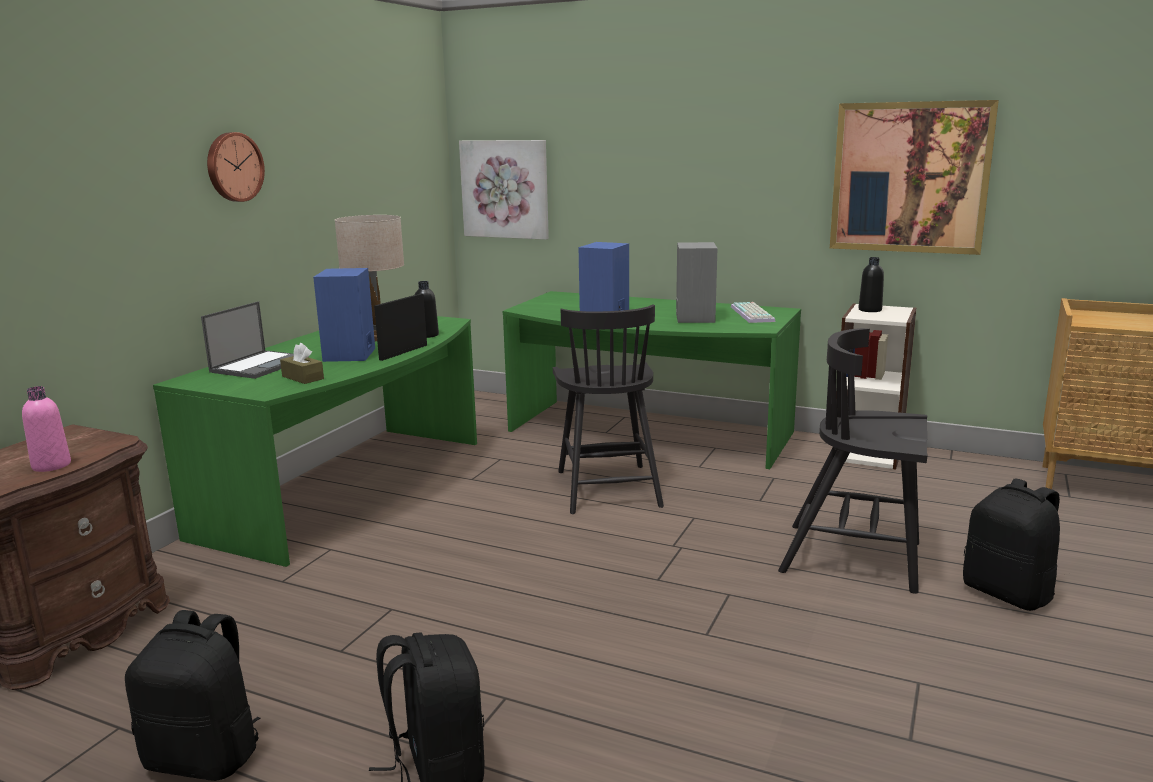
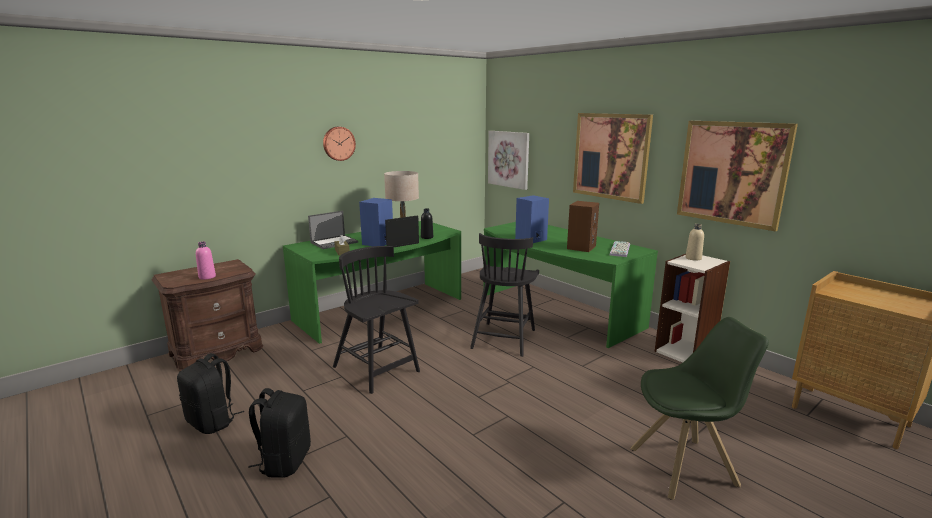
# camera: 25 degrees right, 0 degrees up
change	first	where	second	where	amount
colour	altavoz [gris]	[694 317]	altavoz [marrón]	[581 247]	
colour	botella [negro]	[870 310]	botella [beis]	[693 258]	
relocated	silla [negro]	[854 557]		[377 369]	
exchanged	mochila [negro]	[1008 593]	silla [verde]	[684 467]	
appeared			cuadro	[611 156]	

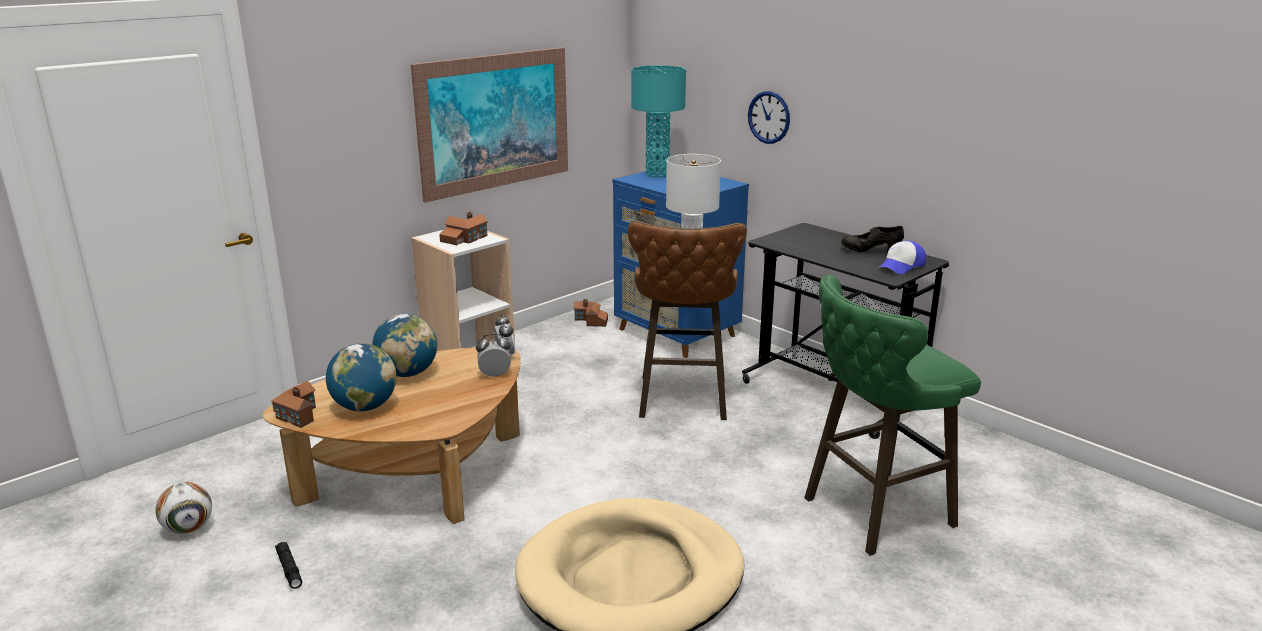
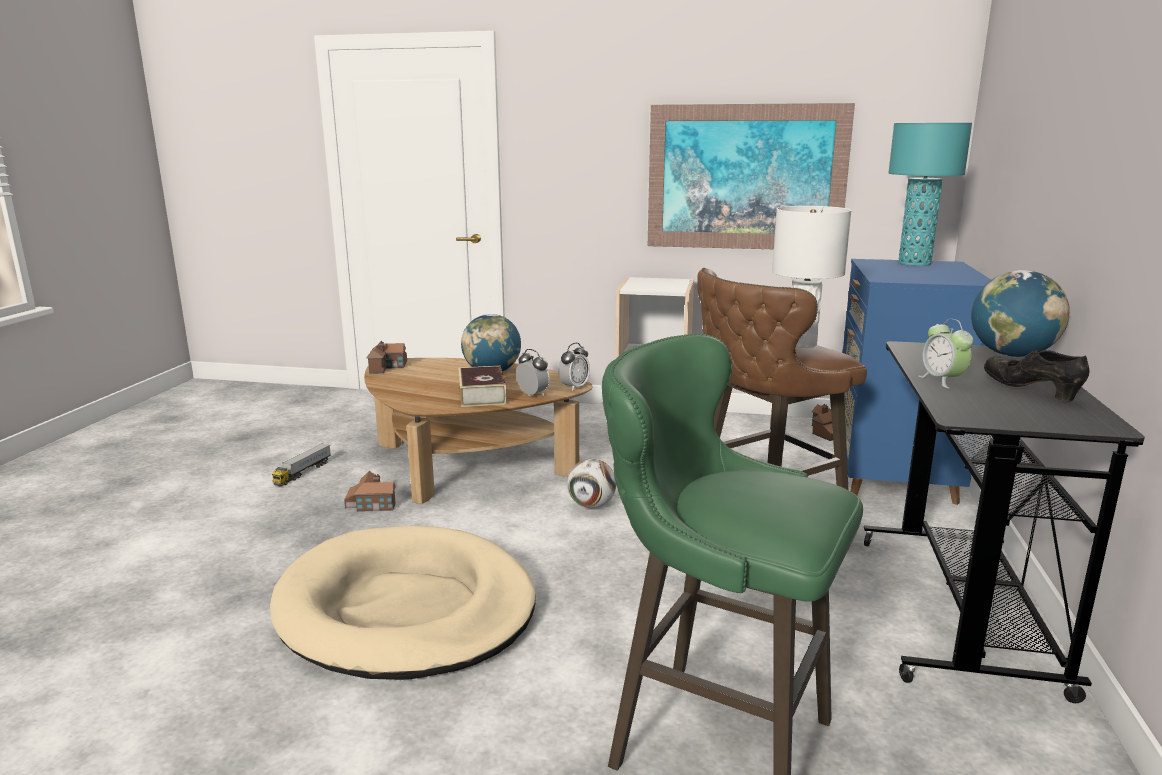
# camera: 55 degrees right, 5 degrees down
change	first	where	second	where	amount
missing	reloj de pared	[769 117]			
relocated	casita	[464 238]		[371 503]	
missing	gorra	[901 266]			
relocated	globo terráqueo	[365 407]		[1011 355]	
relocated	balón de fútbol	[189 529]		[591 505]	
exchanged	linterna [negro]	[289 569]	camión de juguete	[303 473]	
appeared			despertador	[942 381]	
appeared			libro	[482 395]	

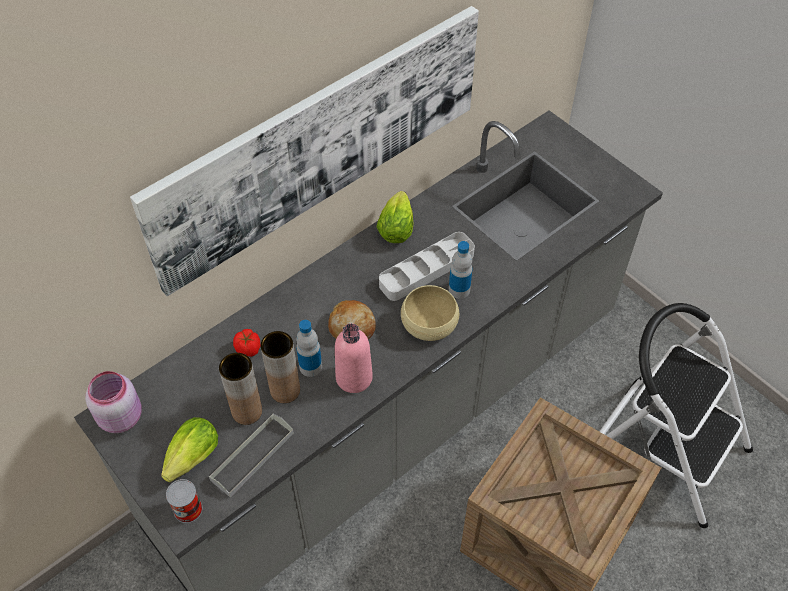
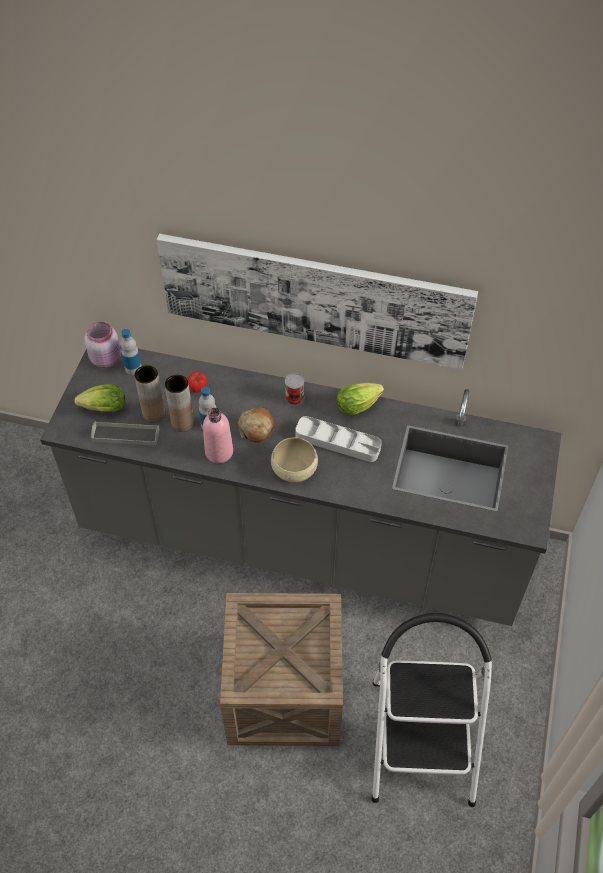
# camera: 55 degrees right, 0 degrees up
change	first	where	second	where	amount
relocated	botella	[459 290]		[133 368]	
relocated	lata	[188 509]		[294 397]	

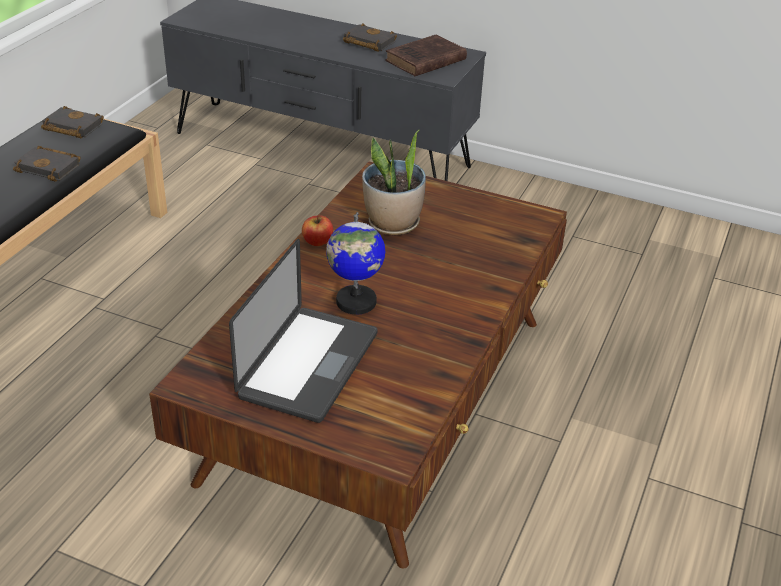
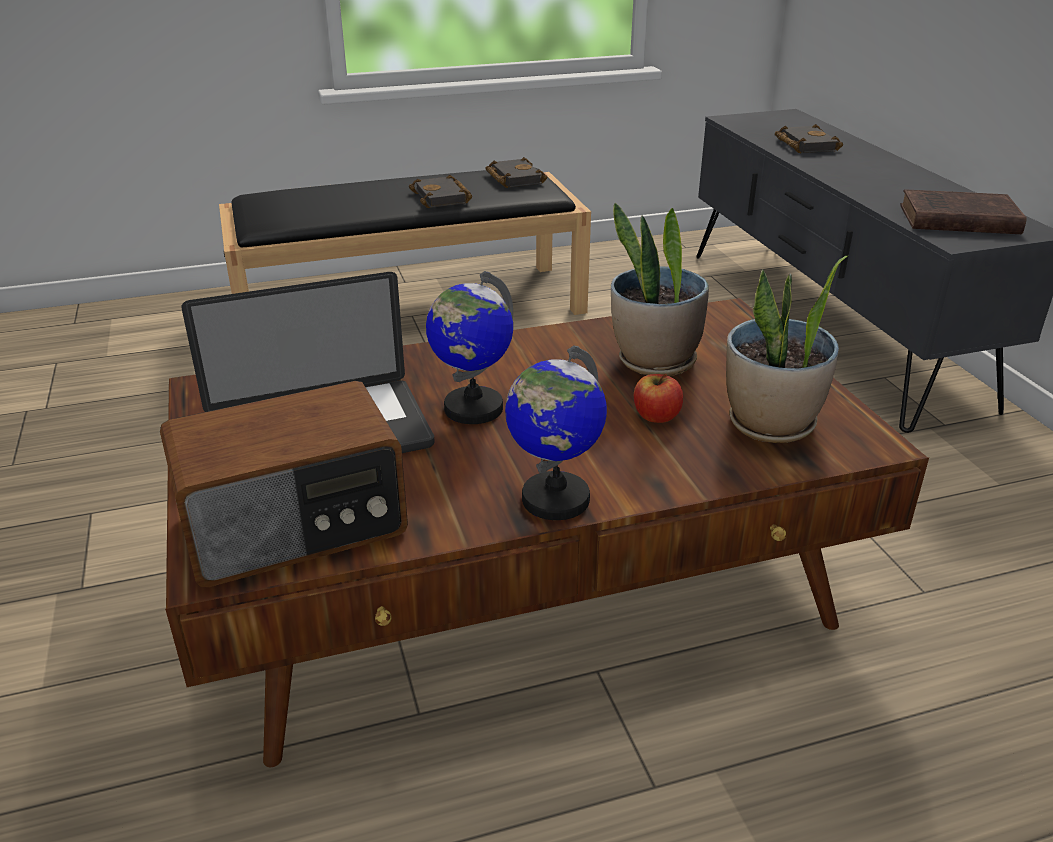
# camera: 50 degrees right, 5 degrees down
change	first	where	second	where	amount
relocated	libro [negro]	[367 42]		[804 145]	
relocated	manzana	[317 241]		[656 416]	
appeared			planta en maceta	[770 425]	
appeared			globo terráqueo	[554 499]	
appeared			radio	[295 526]	

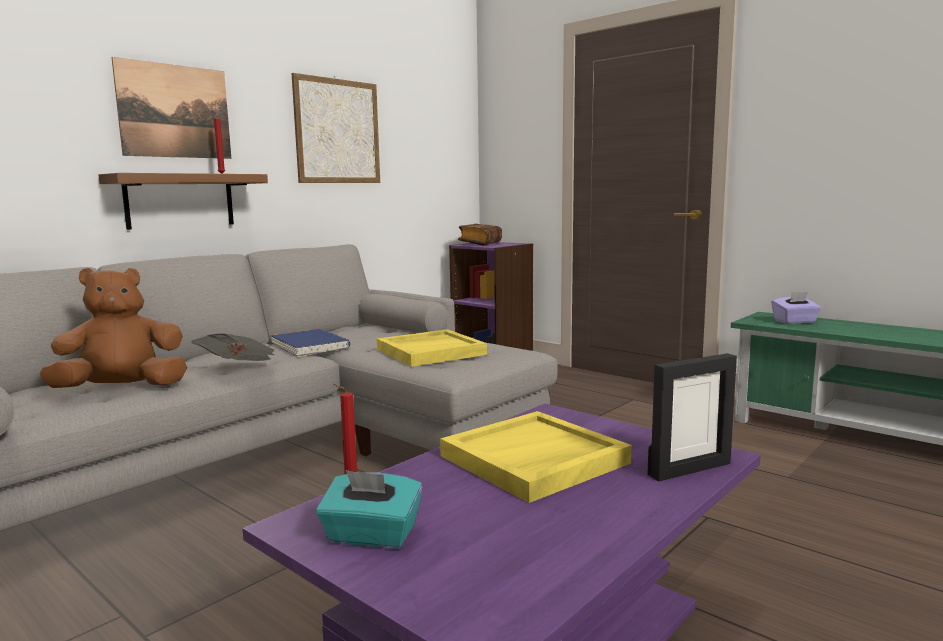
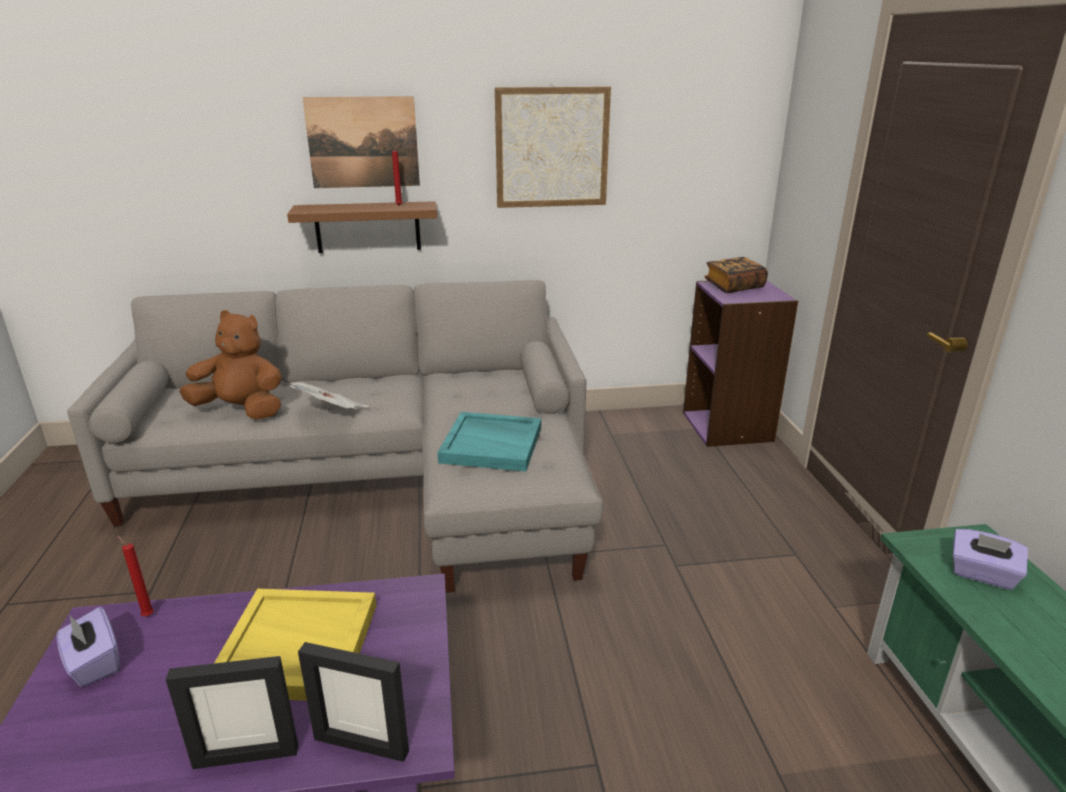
# camera: 40 degrees right, 15 degrees up
change	first	where	second	where	amount
missing	libro [azul]	[310 346]			
colour	bandeja [amarillo]	[431 351]	bandeja [turquesa]	[492 444]	
colour	caja de pañuelos [turquesa]	[371 536]	caja de pañuelos [morado]	[94 663]	
appeared			portarretratos	[246 754]	

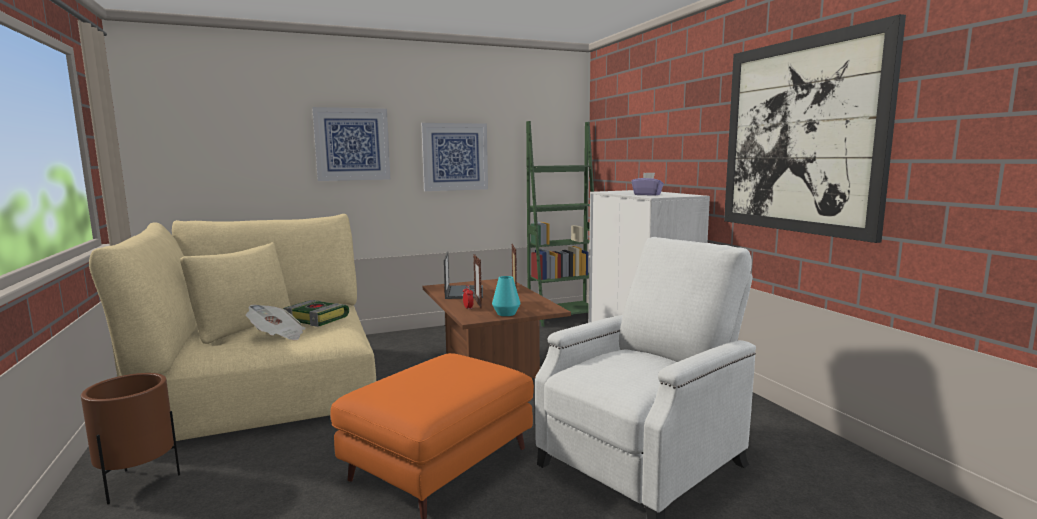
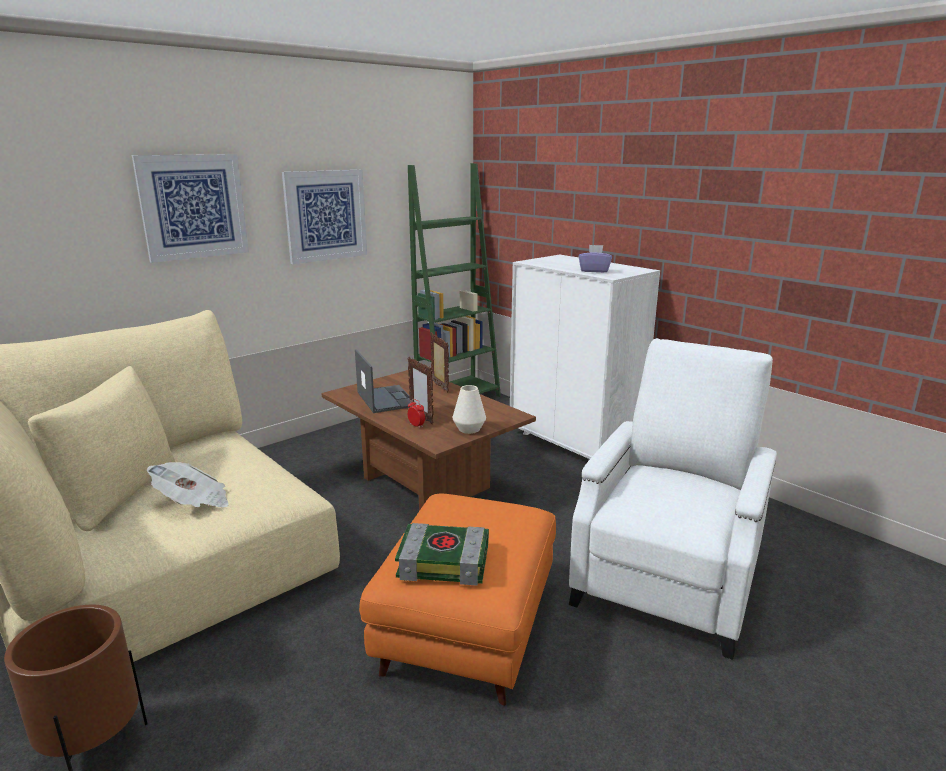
# camera: 20 degrees left, 10 degrees up
change	first	where	second	where	amount
missing	cuadro	[801 136]			
colour	florero [turquesa]	[506 313]	florero [blanco]	[469 429]	
relocated	libro	[318 319]		[445 561]	

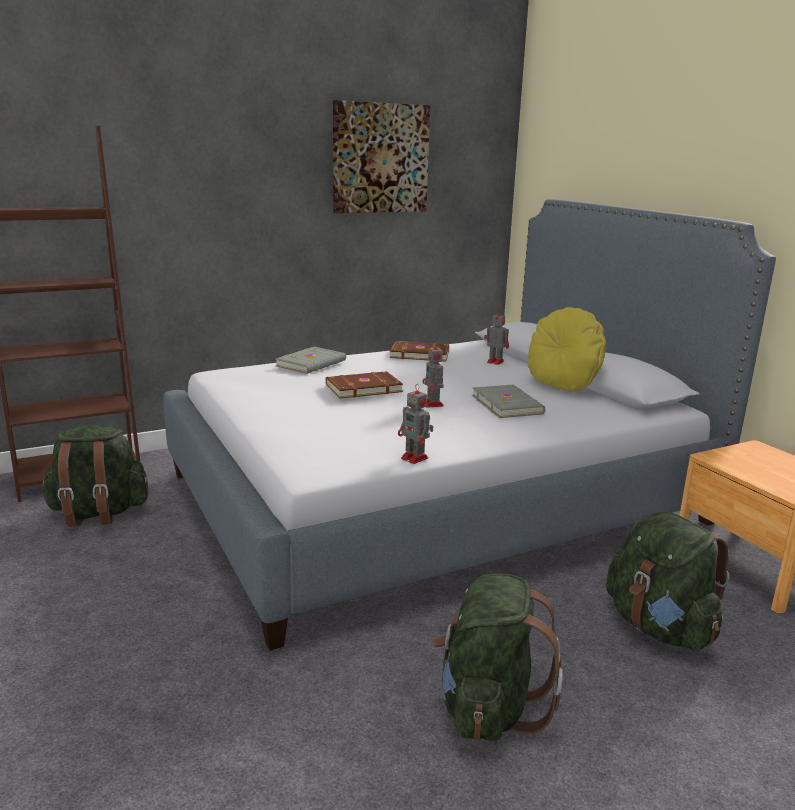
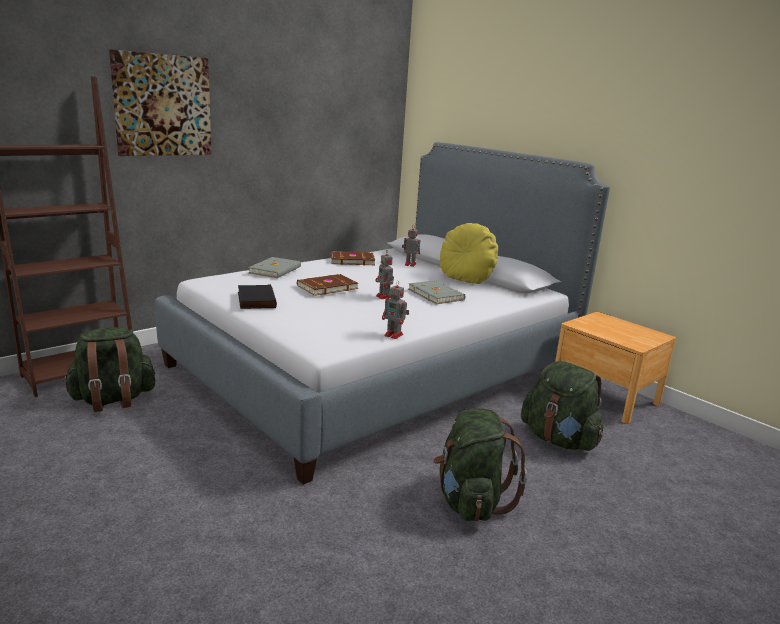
# camera: 15 degrees left, 0 degrees up
change	first	where	second	where	amount
relocated	cuadro	[380 158]		[162 105]	
appeared			libro [negro]	[255 300]	

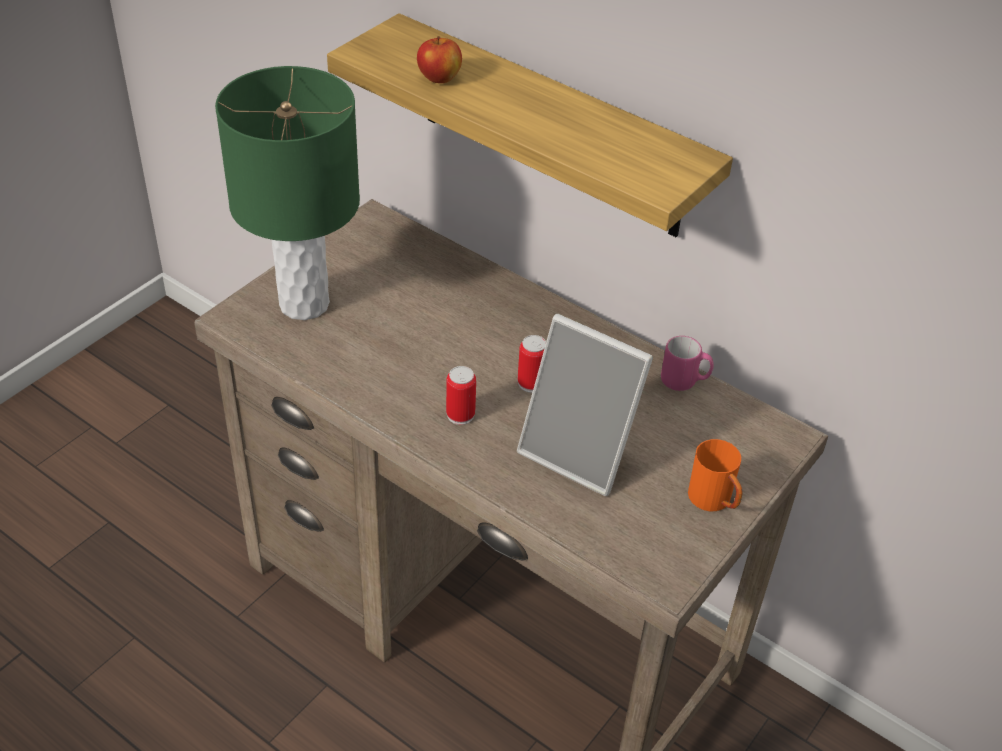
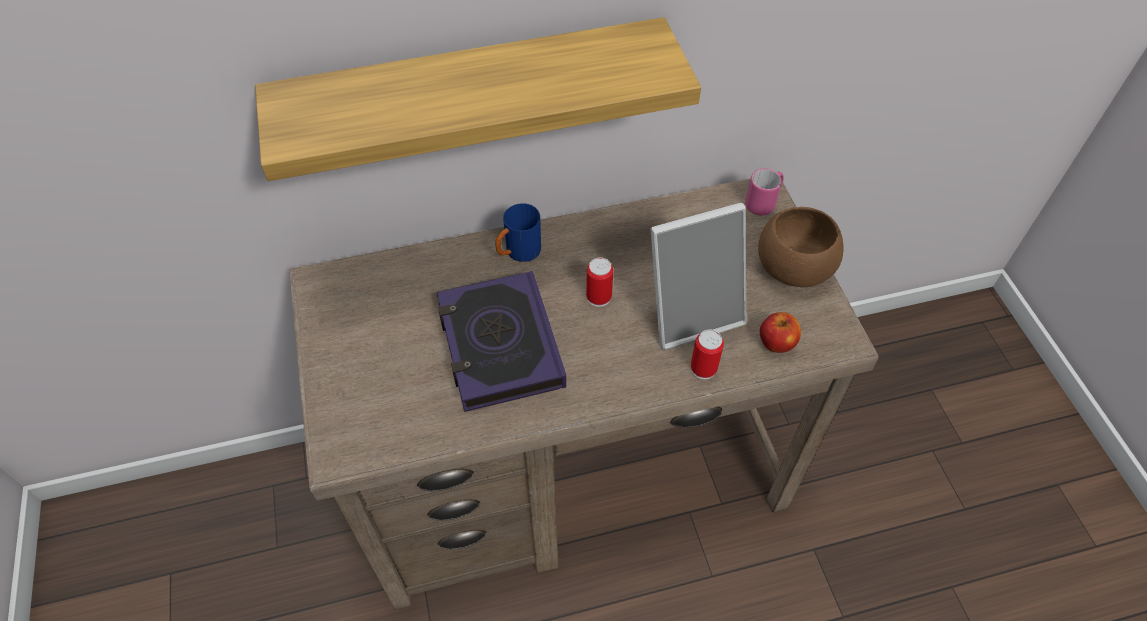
# camera: 50 degrees left, 10 degrees up
change	first	where	second	where	amount
relocated	manzana	[439 78]		[776 343]	
missing	lámpara de mesa [verde]	[304 304]			
relocated	taza grande [rosa]	[684 381]		[763 203]	
relocated	lata	[460 415]		[703 368]	
exchanged	taza grande [naranja]	[714 502]	cuenco [marrón]	[793 268]	
appeared			taza grande [azul]	[518 253]	
appeared			libro	[499 346]	

